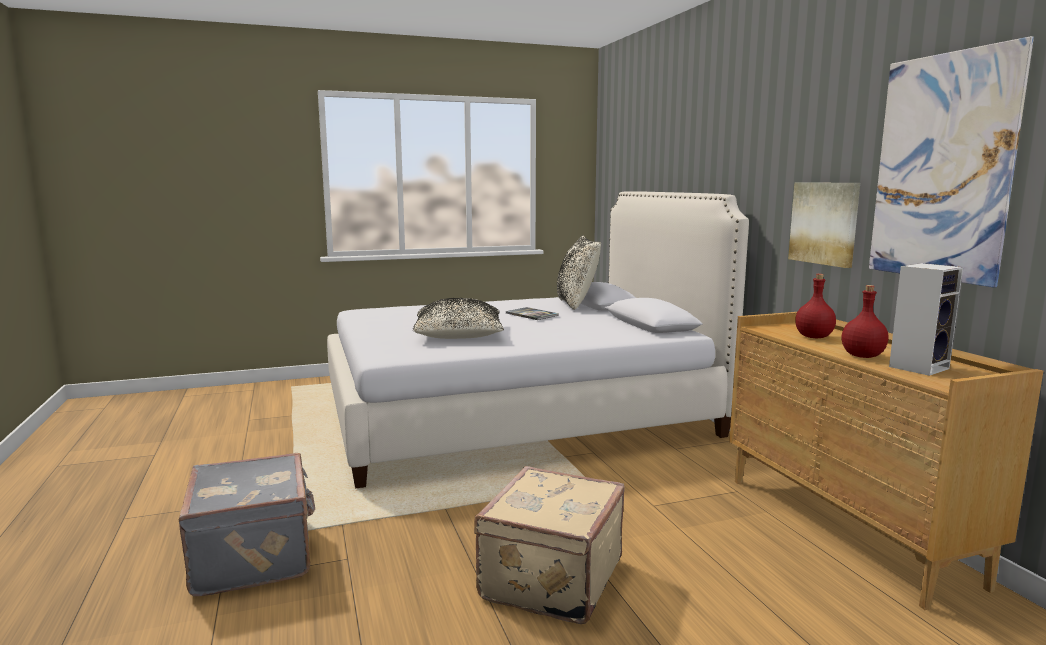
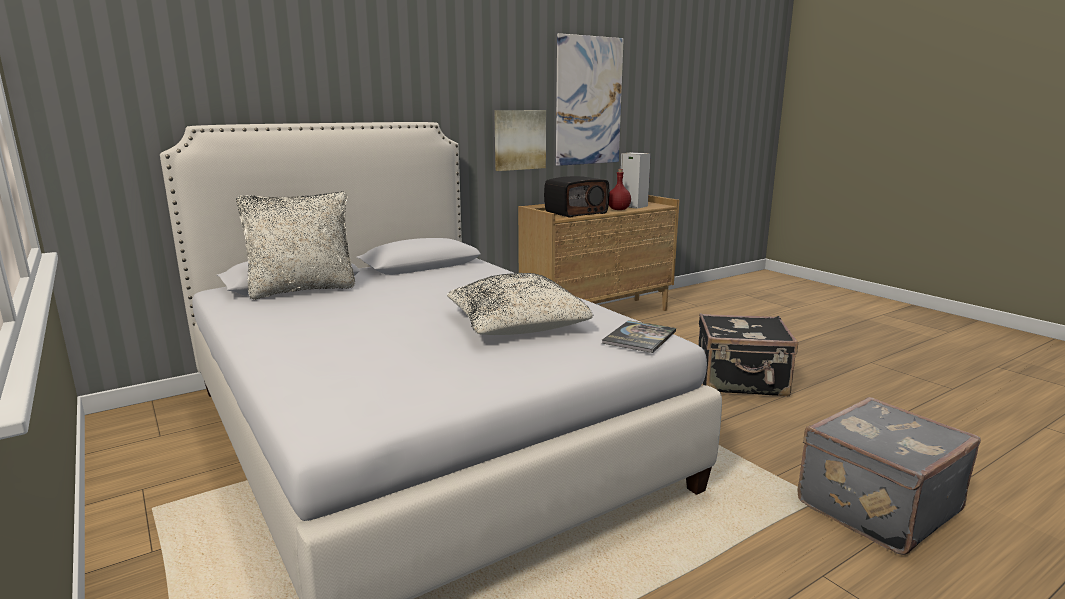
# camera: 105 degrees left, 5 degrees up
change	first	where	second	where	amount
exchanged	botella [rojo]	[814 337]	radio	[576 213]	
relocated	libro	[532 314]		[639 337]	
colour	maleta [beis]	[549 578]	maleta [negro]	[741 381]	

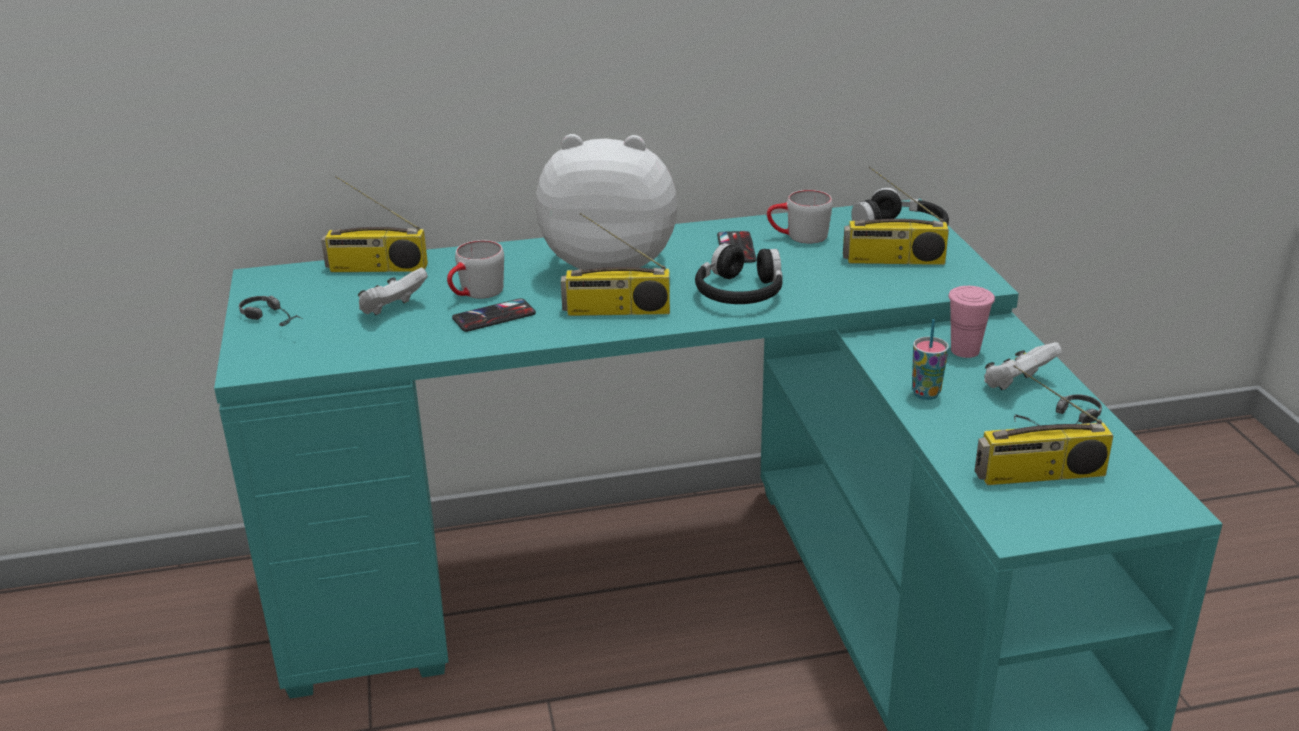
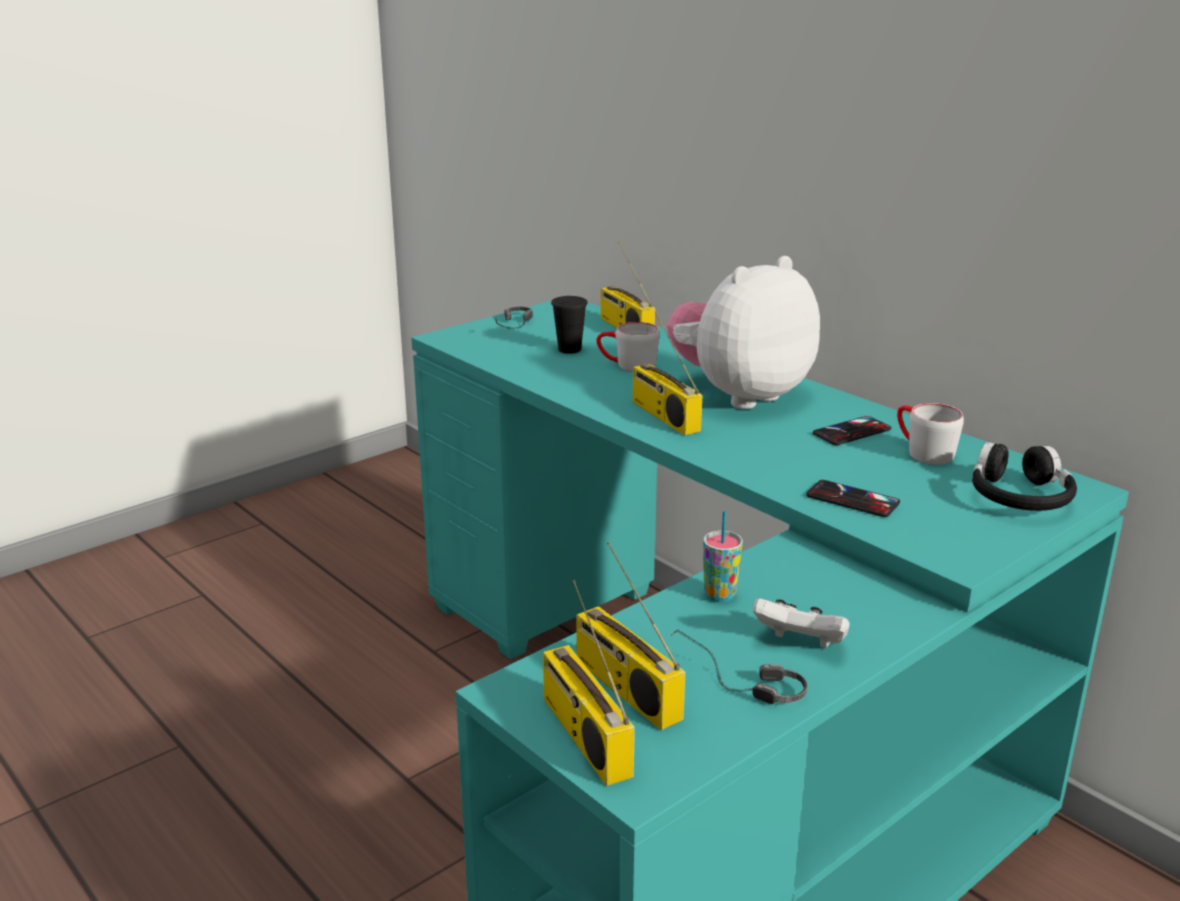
# camera: 60 degrees right, 5 degrees down
change	first	where	second	where	amount
spun	peluche	[611 266]		[740 395]	105 degrees counterclockwise
relocated	radio	[893 260]		[582 735]	
missing	auriculares [negro]	[740 292]			
exchanged	mando de consola [blanco]	[392 309]	taza [negro]	[569 349]	
missing	taza [rosa]	[965 350]			
relocated	móvil	[494 316]		[852 499]	

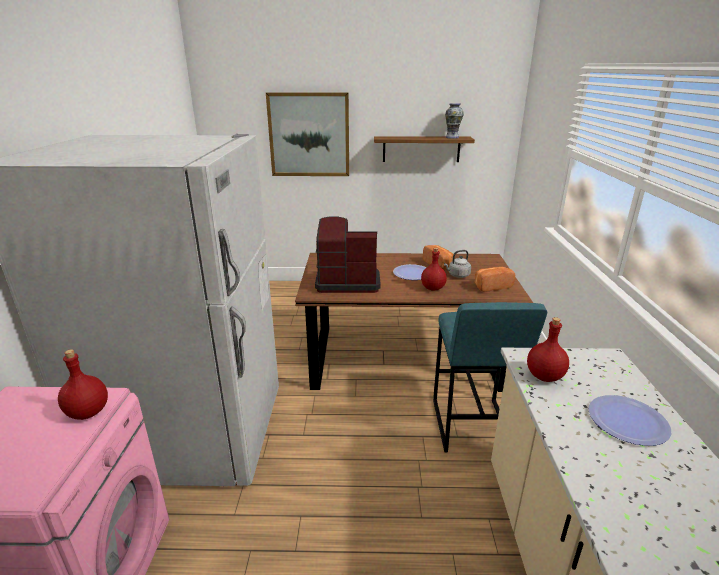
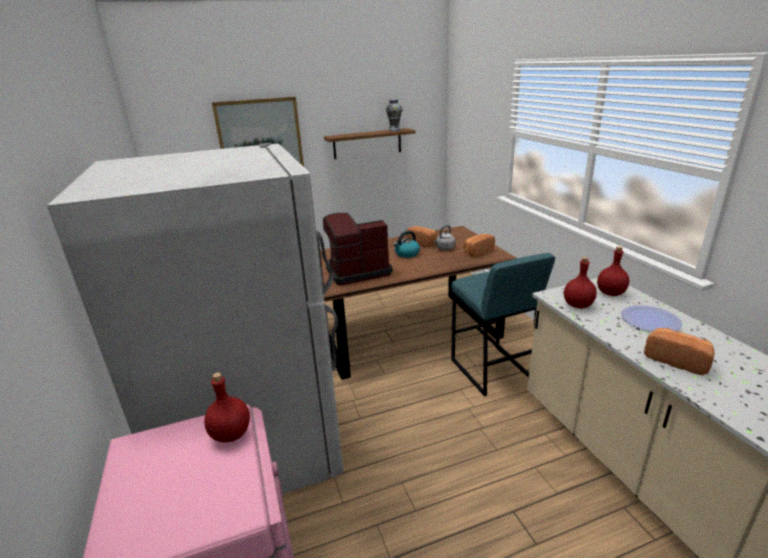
# camera: 20 degrees left, 0 degrees up
change	first	where	second	where	amount
relocated	botella [rojo]	[432 288]		[610 293]	
exchanged	plato	[412 273]	hervidor	[406 254]	
appeared			pan	[677 360]	

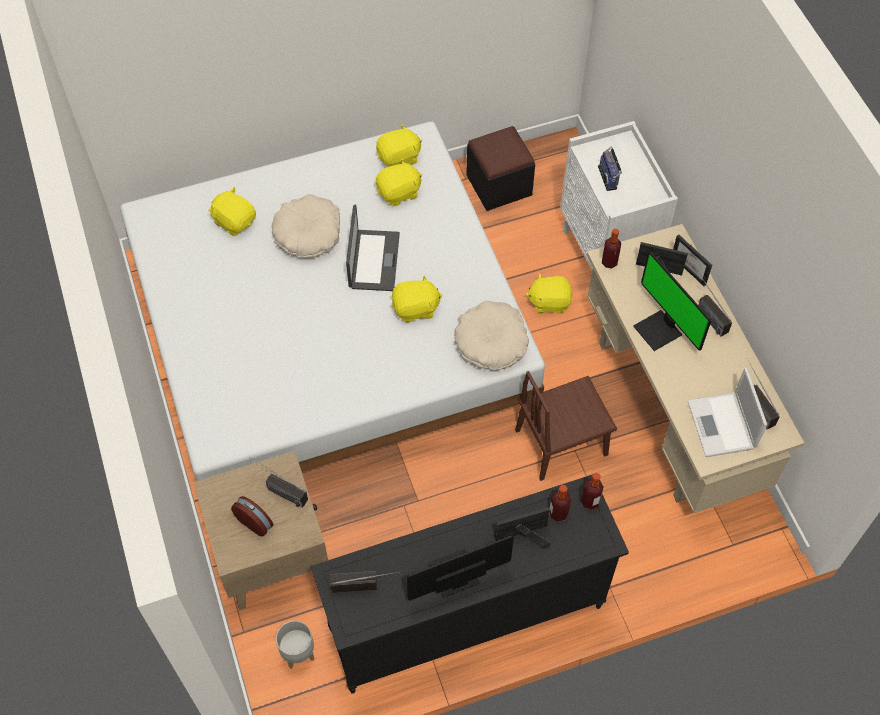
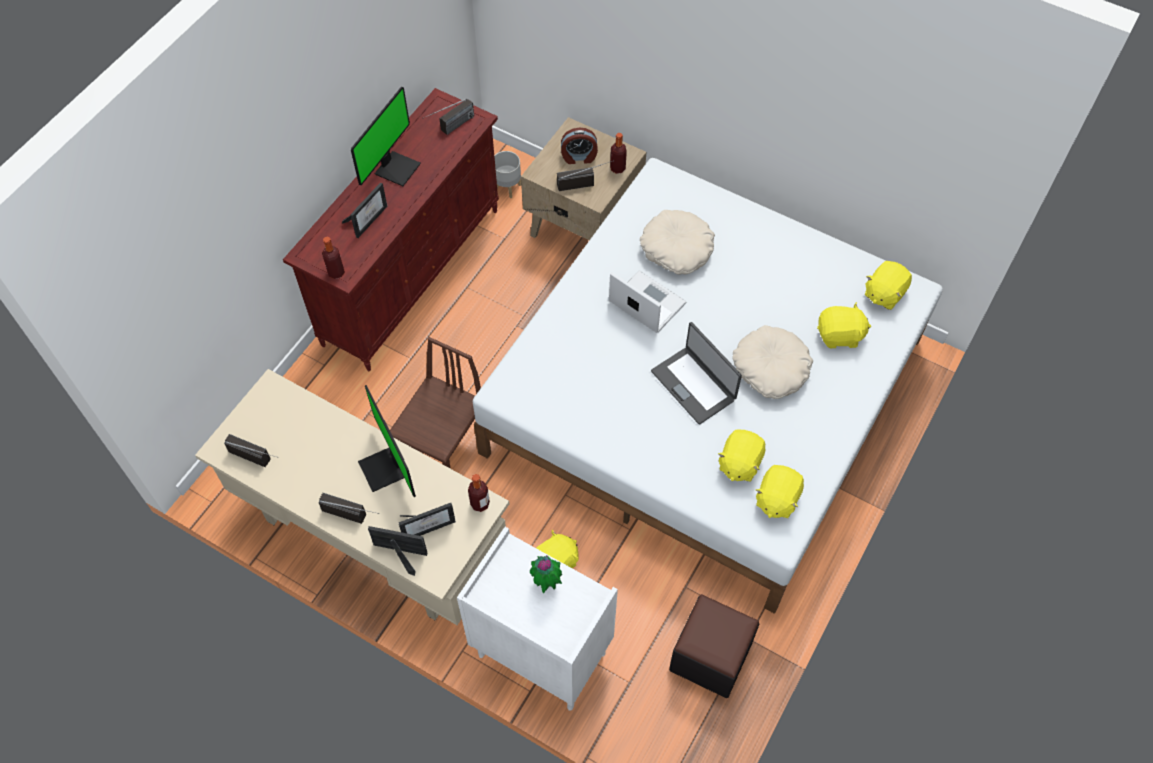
# camera: 140 degrees right, 0 degrees up
change	first	where	second	where	amount
exchanged	radio	[609 177]	planta en maceta	[546 582]	
spun	monitor	[659 330]		[386 469]	135 degrees counterclockwise
relocated	peluche [amarillo]	[416 309]		[884 293]	
relocated	cojín [beis]	[490 342]		[678 248]	
relocated	portátil	[722 426]		[646 302]	
colour	cómoda [negro]	[467 621]	cómoda [rojo]	[411 276]	
relocated	botella	[558 513]		[617 168]	

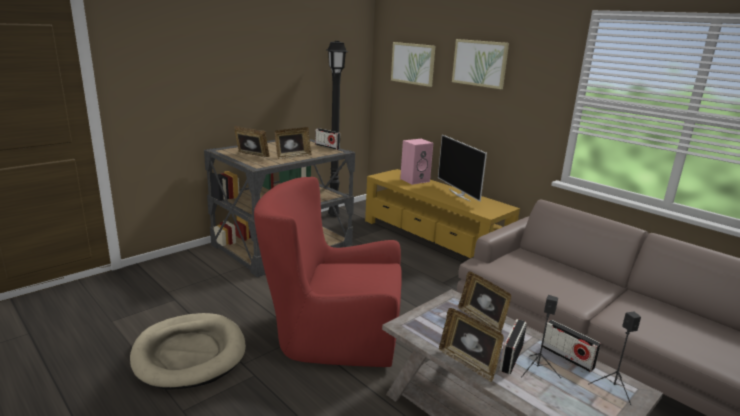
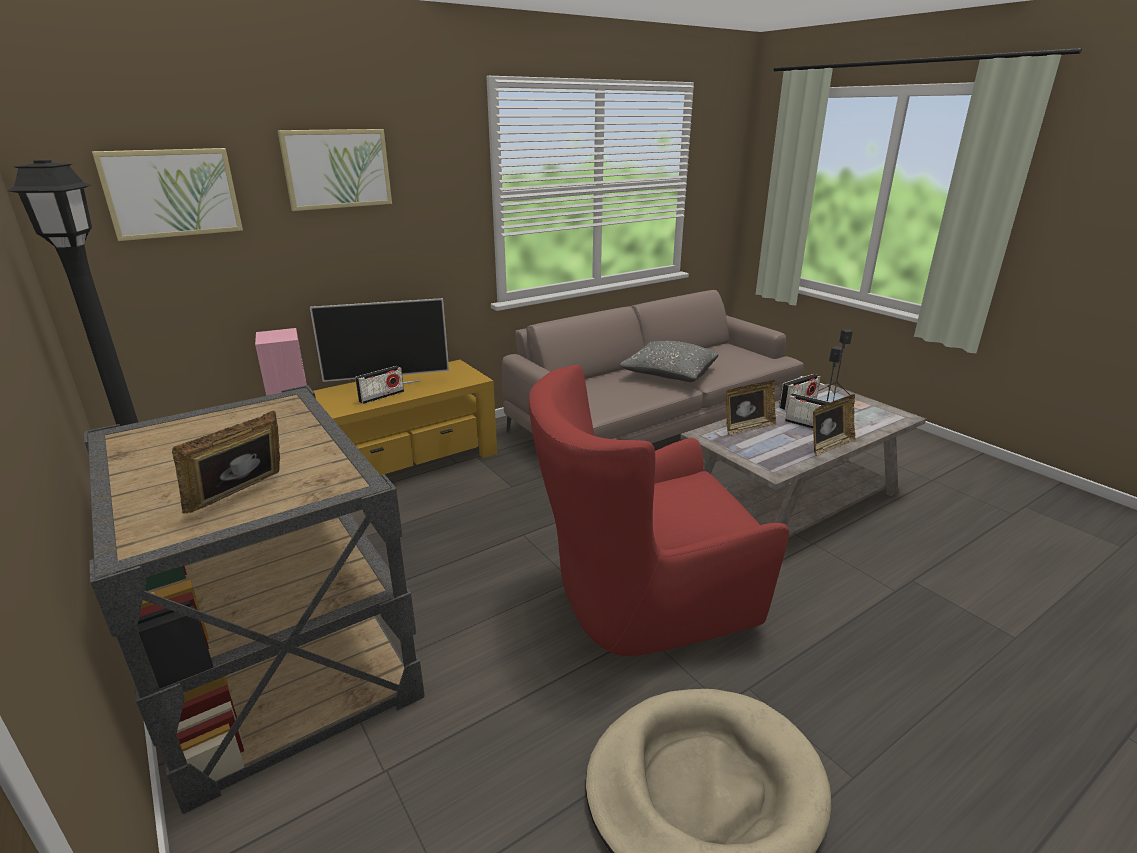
# camera: 80 degrees left, 5 degrees up
change	first	where	second	where	amount
missing	portarretratos	[293 156]			
relocated	radio	[327 146]		[381 396]	
spun	sillón [rojo]	[332 335]		[641 599]	60 degrees clockwise
appeared			cojín [gris]	[669 375]	

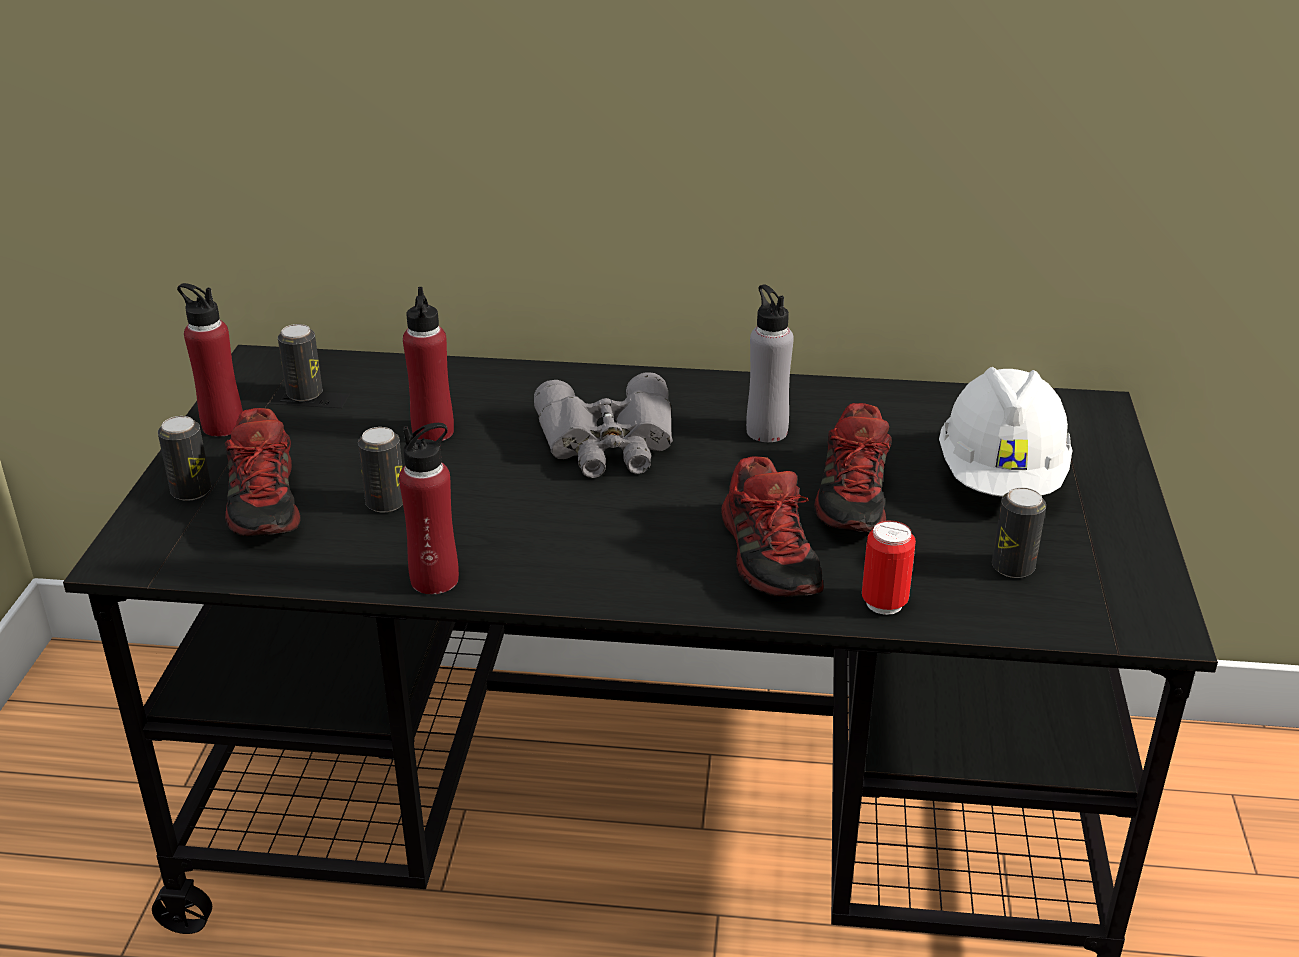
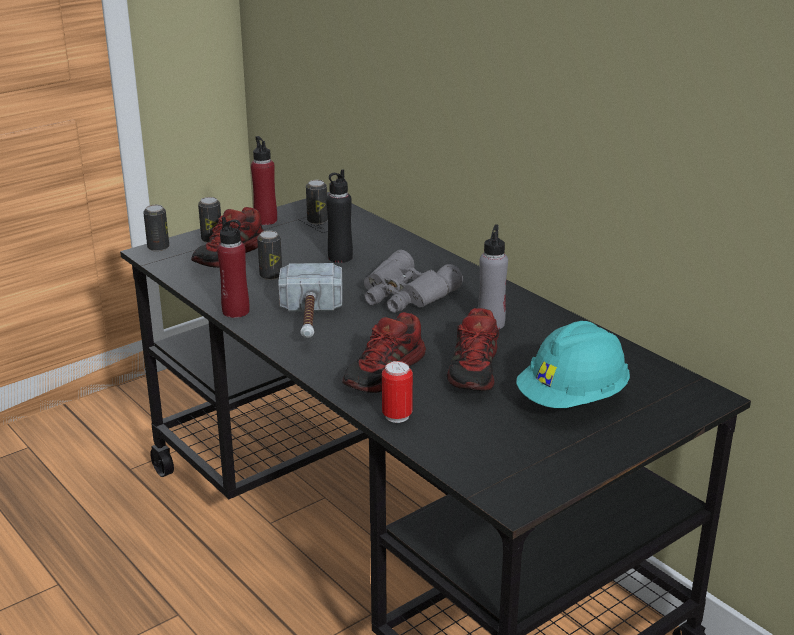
# camera: 45 degrees right, 5 degrees down
change	first	where	second	where	amount
colour	botella [rojo]	[433 432]	botella [negro]	[340 257]	
colour	casco [blanco]	[1001 477]	casco [turquesa]	[573 399]	
spun	zapato	[855 497]		[475 370]	45 degrees counterclockwise
relocated	lata	[1013 567]		[158 247]	
appeared			martillo	[310 320]	

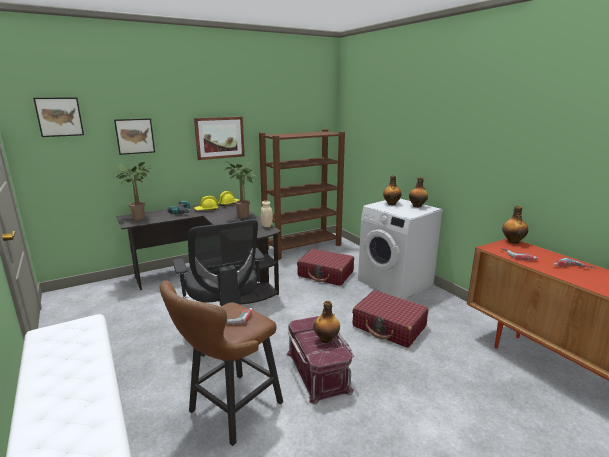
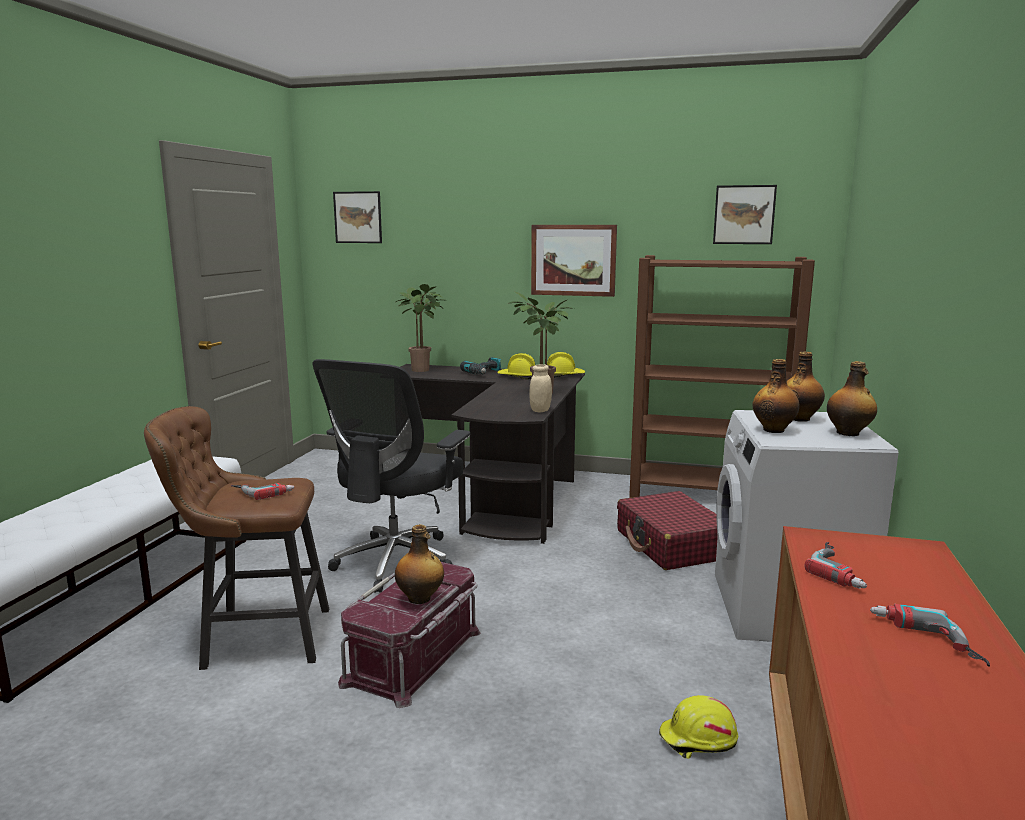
# camera: 45 degrees right, 5 degrees down
change	first	where	second	where	amount
relocated	cuadro	[135 136]		[744 214]	
relocated	botella	[512 241]		[774 430]	
missing	maleta [rojo]	[389 326]			
appeared			casco [amarillo]	[698 740]	

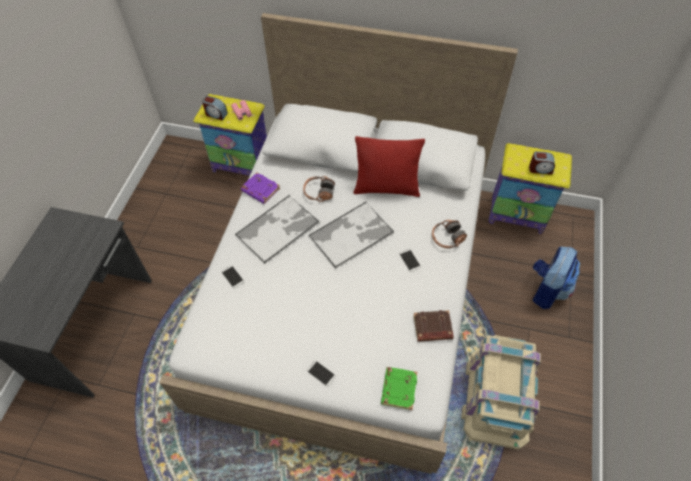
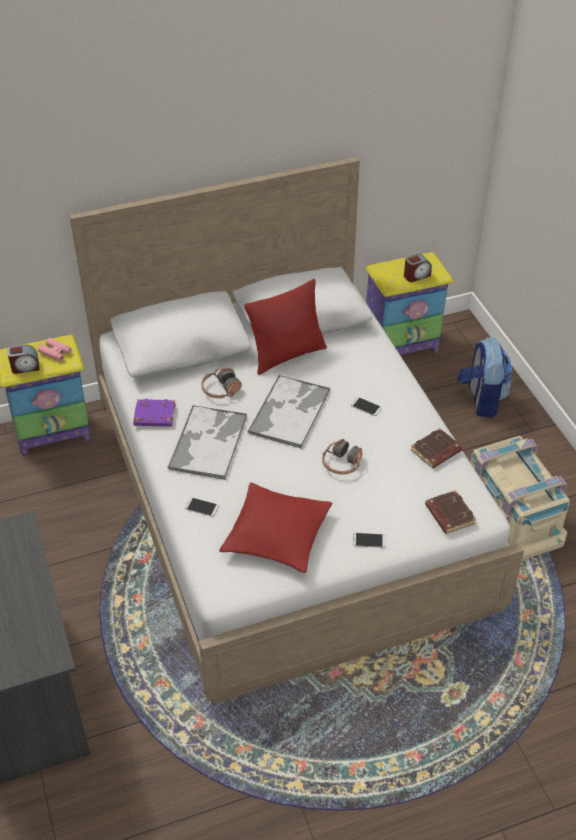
# camera: 35 degrees left, 10 degrees down
change	first	where	second	where	amount
relocated	auriculares	[447 238]		[341 464]	
colour	libro [verde]	[398 389]	libro [marrón]	[449 515]	
appeared			cojín [rojo]	[277 535]	

